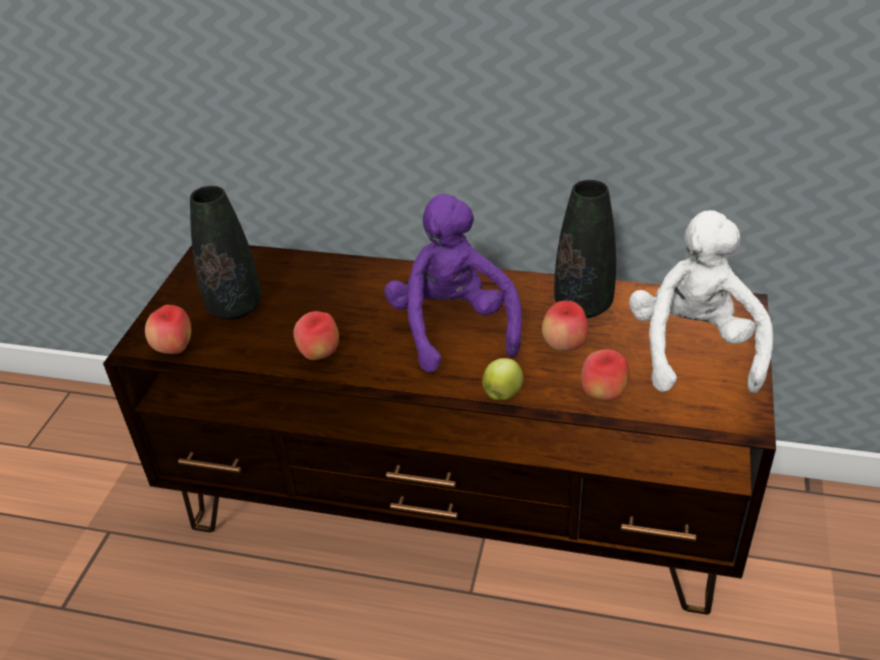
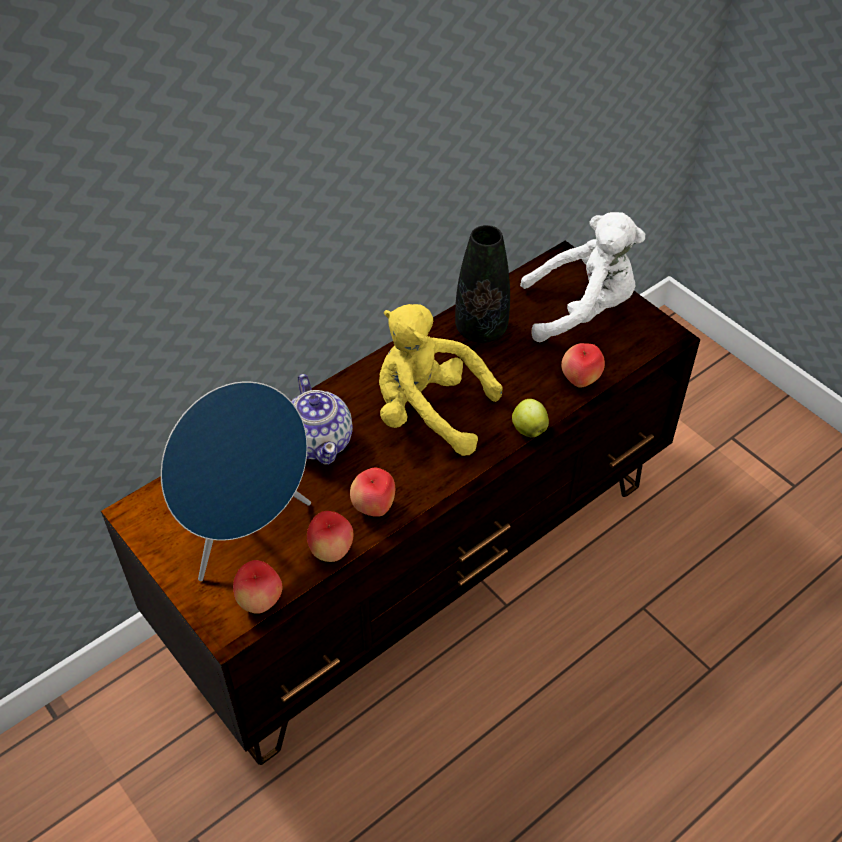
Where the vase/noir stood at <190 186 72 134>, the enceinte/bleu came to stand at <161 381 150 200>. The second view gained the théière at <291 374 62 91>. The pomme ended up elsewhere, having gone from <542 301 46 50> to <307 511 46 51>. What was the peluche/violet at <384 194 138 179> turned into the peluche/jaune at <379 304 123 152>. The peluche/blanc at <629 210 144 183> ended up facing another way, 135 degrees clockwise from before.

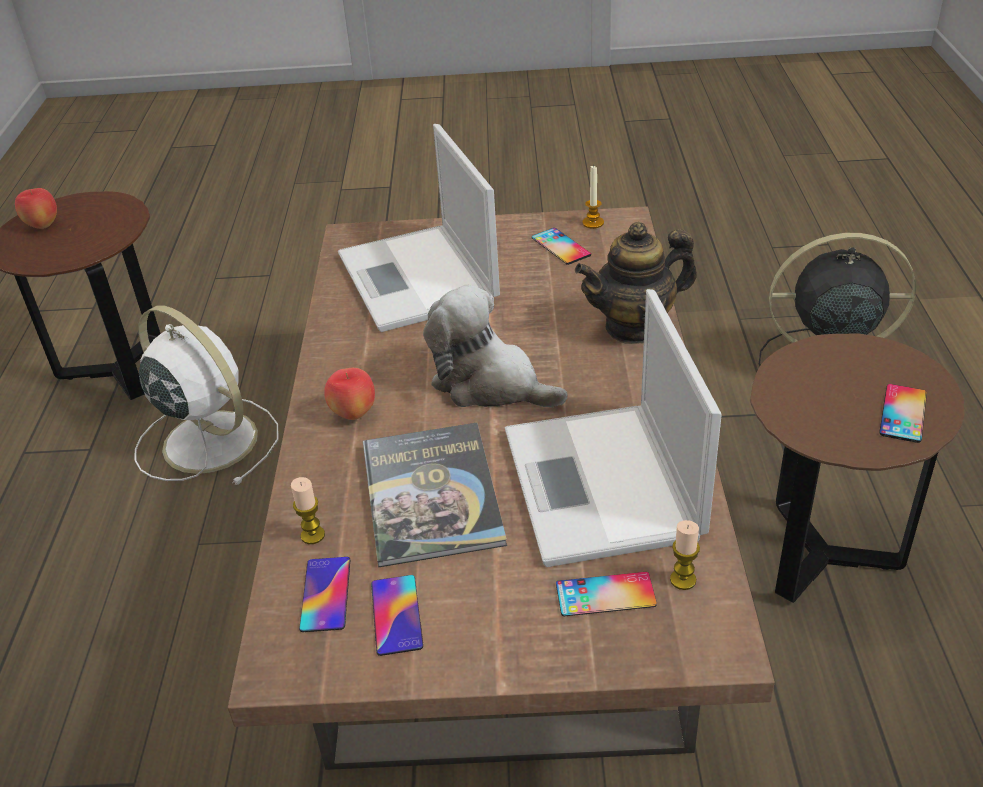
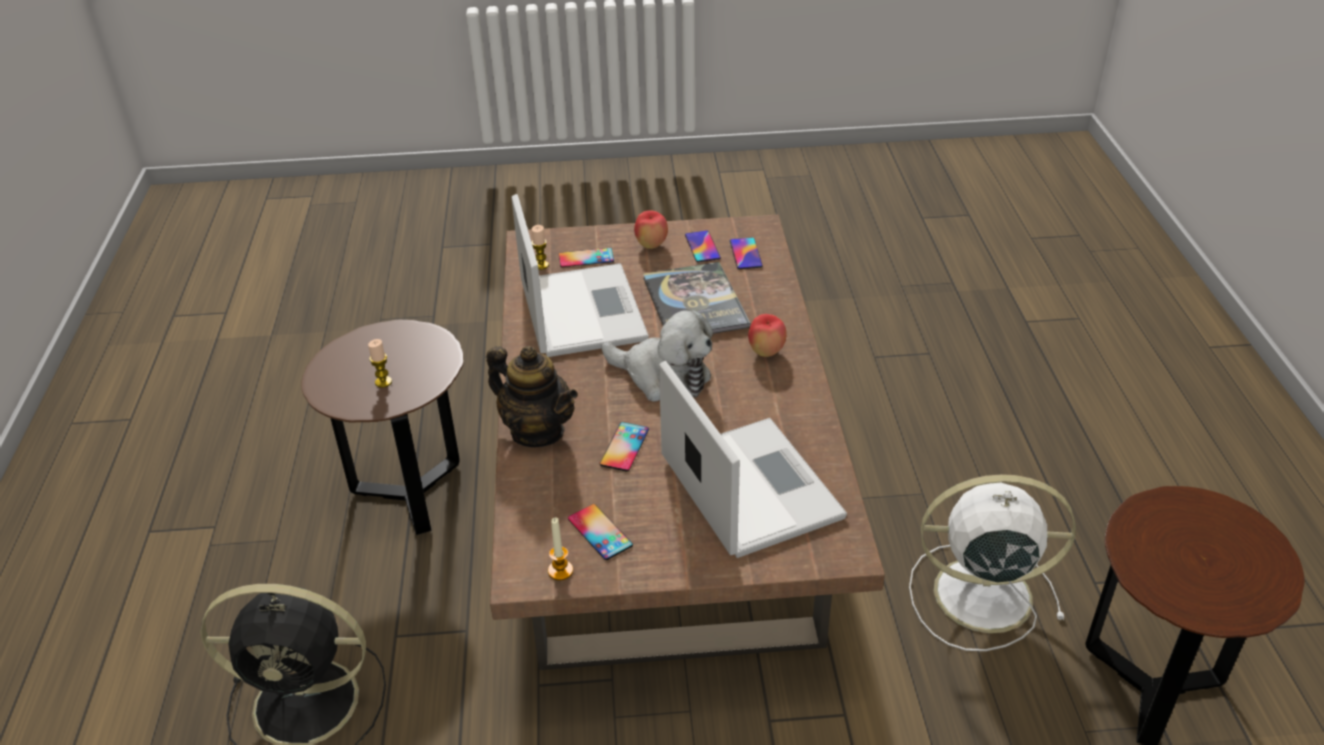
The bougie ended up elsewhere, having gone from <291 477 34 67> to <368 339 24 49>. The théière at <575 222 122 122> ended up facing another way, 60 degrees clockwise from before. The téléphone ended up elsewhere, having gone from <879 384 48 59> to <599 422 50 49>. The pomme ended up elsewhere, having gone from <15 188 42 41> to <634 210 34 39>. The ventilateur/blanc at <135 305 143 180> ended up facing another way, 150 degrees clockwise from before.

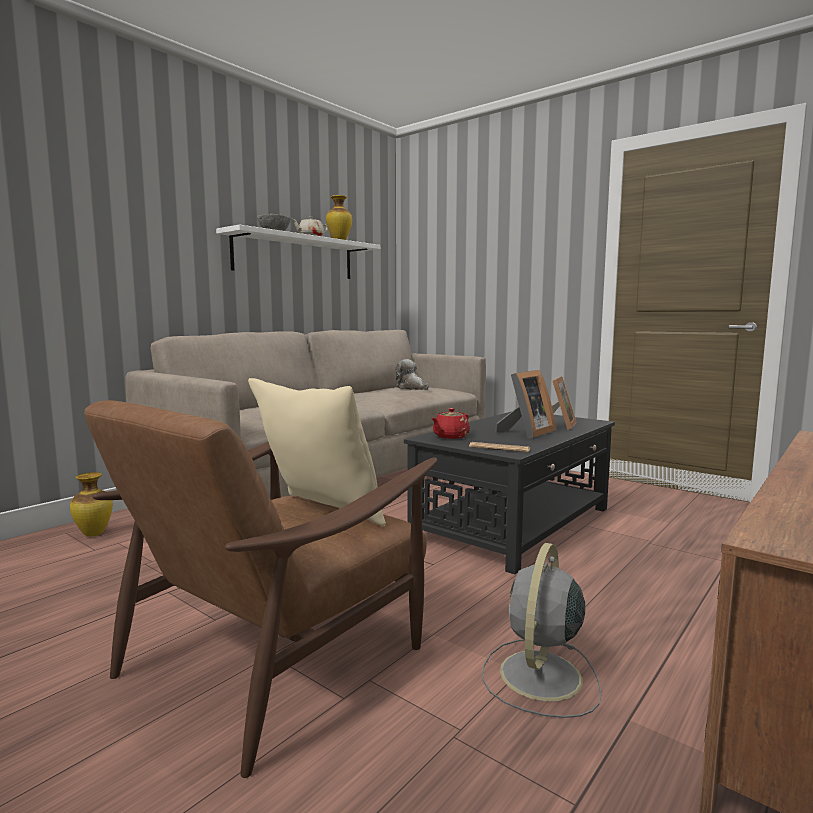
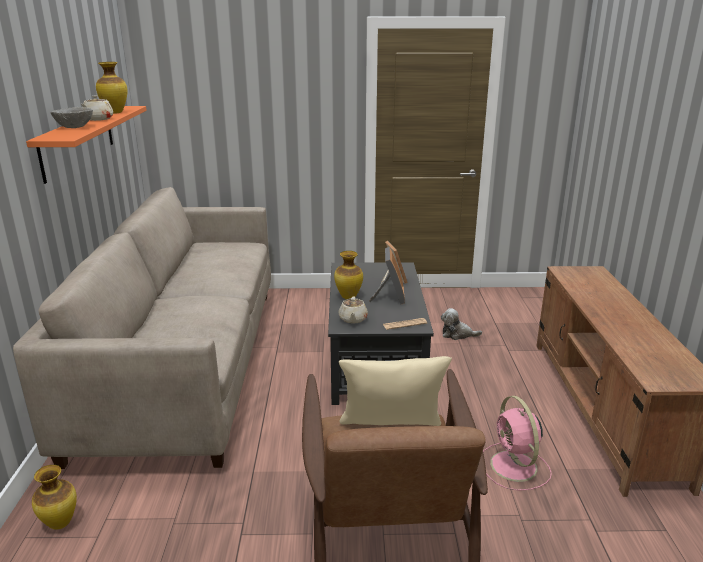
What was the étagère/blanc at <216 224 164 55> turned into the étagère/orange at <26 106 121 78>. The second view gained the vase at <334 251 29 48>. What was the théière/rouge at <431 408 39 31> turned into the théière/beige at <339 296 29 28>. The peluche ended up elsewhere, having gone from <395 359 34 31> to <441 308 41 32>. What was the ventilateur/gris at <482 543 120 175> turned into the ventilateur/rose at <483 396 69 95>.

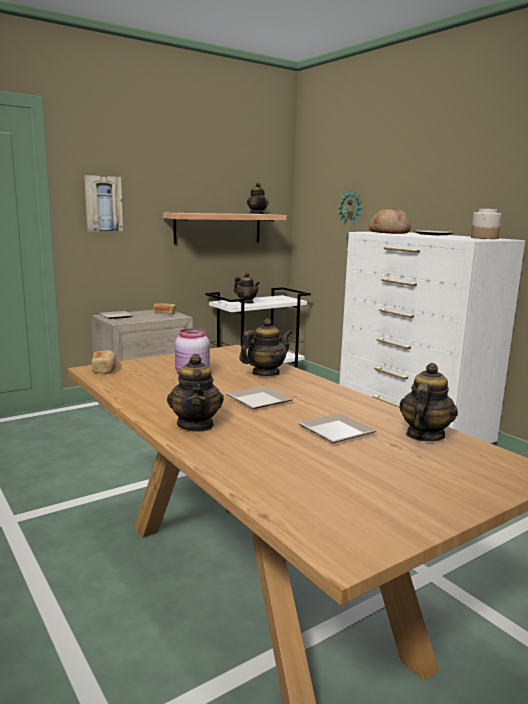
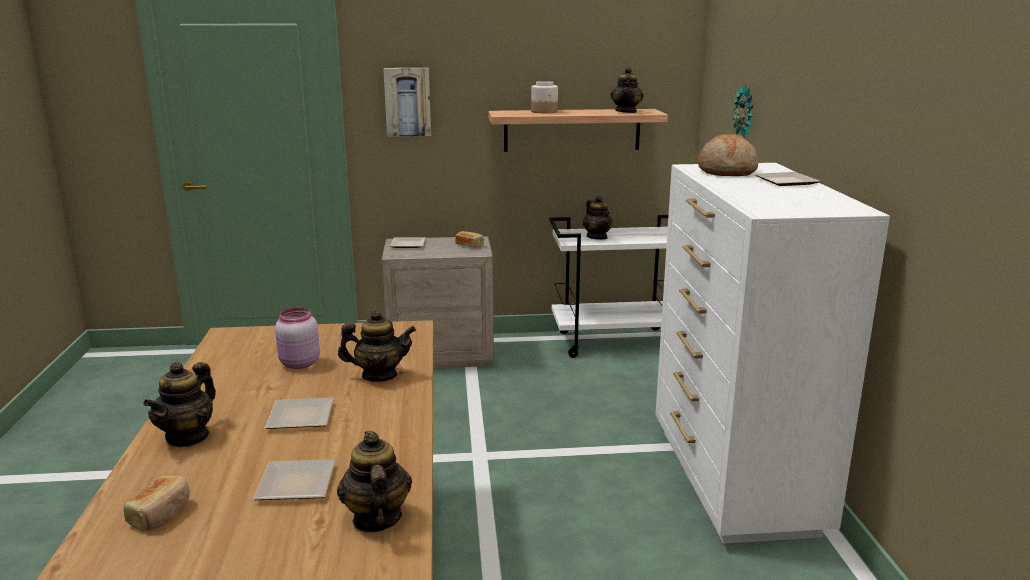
The pain ended up elsewhere, having gone from <91 350 25 24> to <123 476 67 55>. The théière at <399 363 59 78> ended up facing another way, 75 degrees counterclockwise from before. The bocal ended up elsewhere, having gone from <471 209 31 30> to <531 81 27 32>.

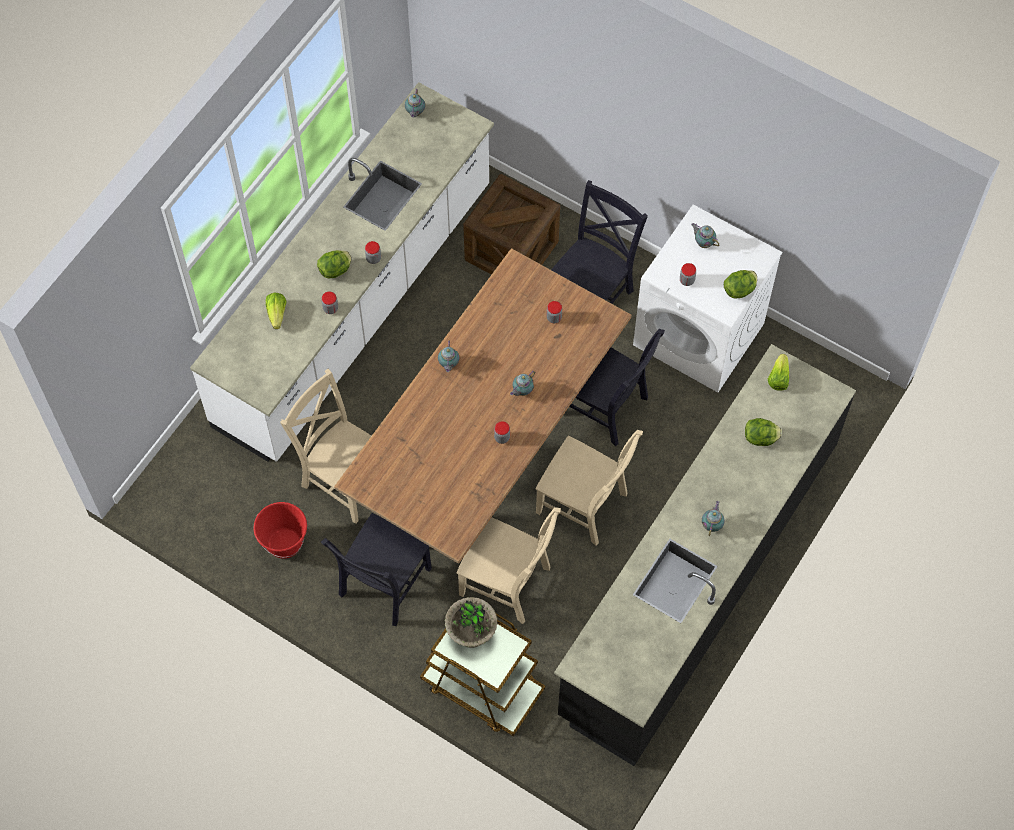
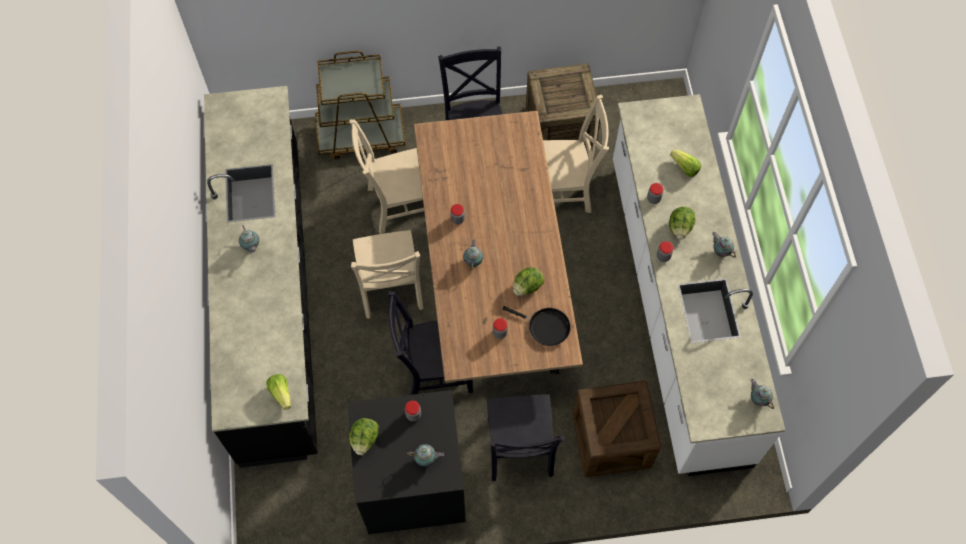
What was the lave-linge/blanc at <633 205 149 187> turned into the lave-linge/noir at <347 390 119 144>. The chaise/beige at <535 430 108 116> ended up facing another way, 90 degrees counterclockwise from before. The second view gained the poêle/noir at <503 306 68 40>. The laitue ended up elsewhere, having gone from <745 418 37 28> to <513 267 31 29>. Where the seau/rouge stood at <253 502 54 57>, the caisse came to stand at <526 63 74 87>. The théière ended up elsewhere, having gone from <438 341 21 31> to <712 232 24 26>. The second view lost the plante en pot at <445 597 52 51>.

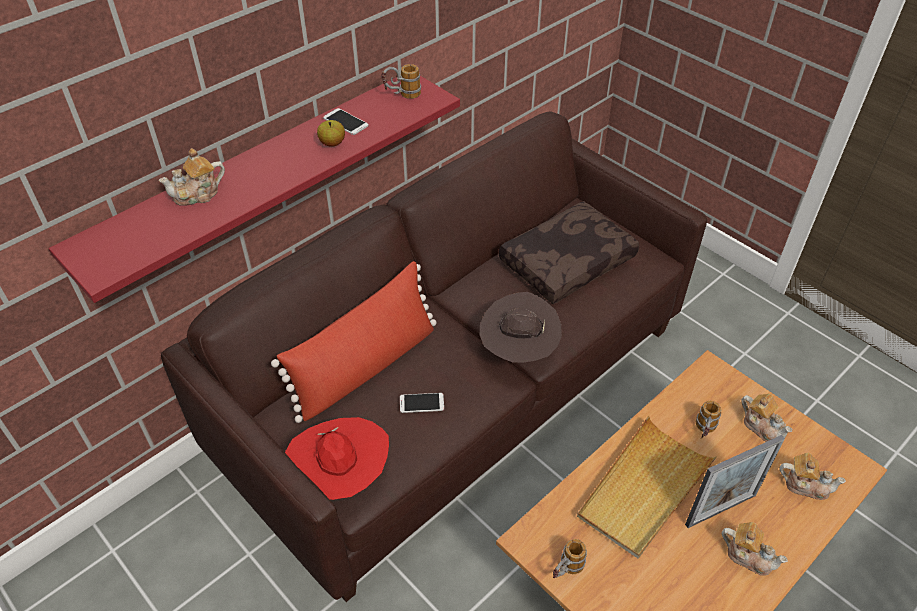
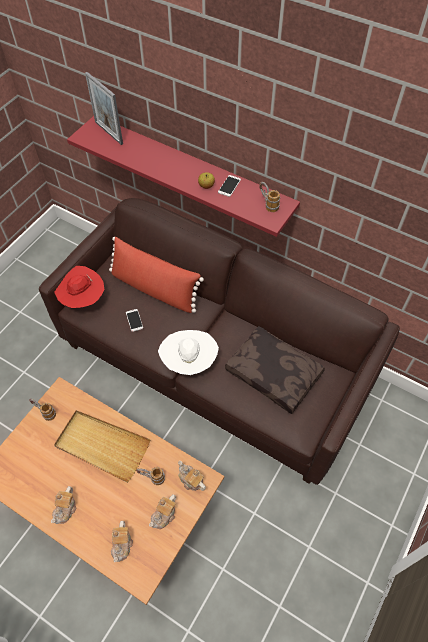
The cadre photo ended up elsewhere, having gone from <685 435 100 93> to <85 72 38 73>. What was the chapeau/marron at <480 292 82 71> turned into the chapeau/blanc at <158 330 61 45>. The théière ended up elsewhere, having gone from <158 148 67 58> to <178 461 28 30>.

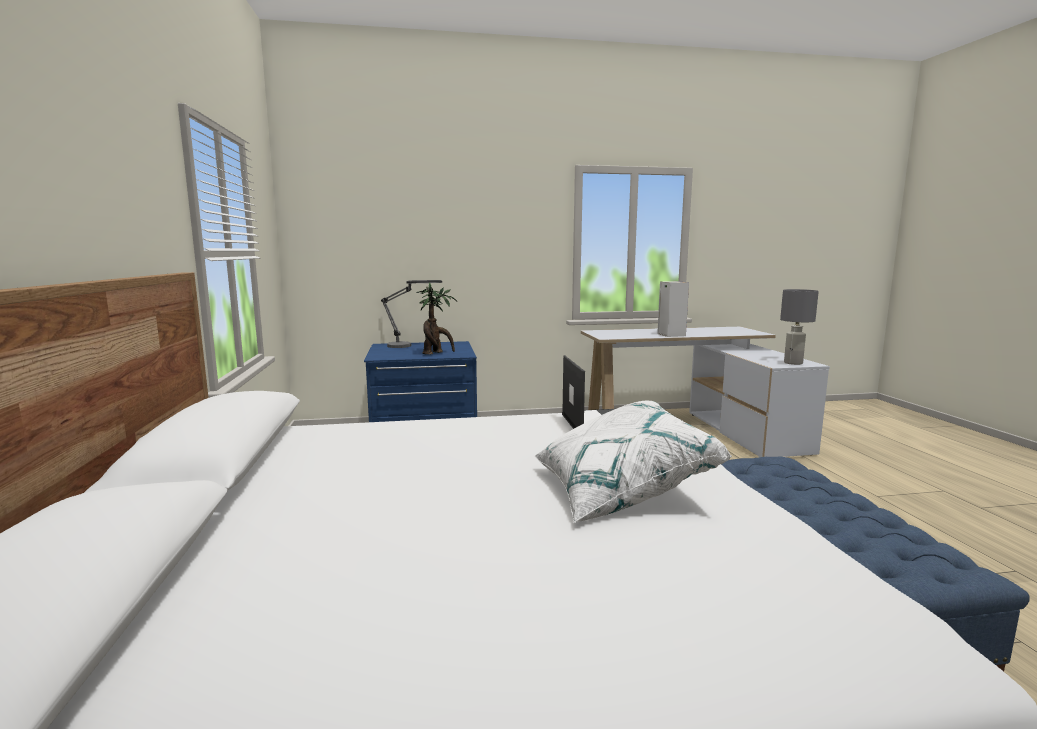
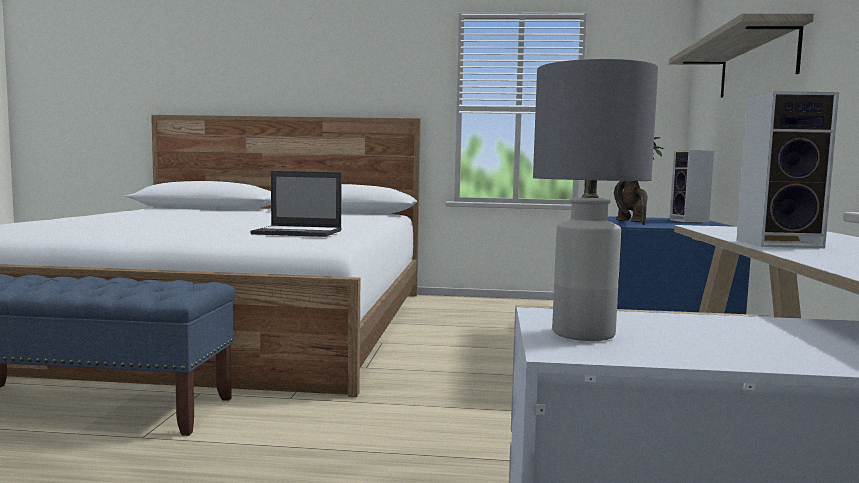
The second view gained the étagère at <669 13 145 85>. Where the lampe de table stood at <381 280 61 68>, the enceinte came to stand at <669 150 45 73>. The second view lost the coussin/blanc at <534 400 198 123>.

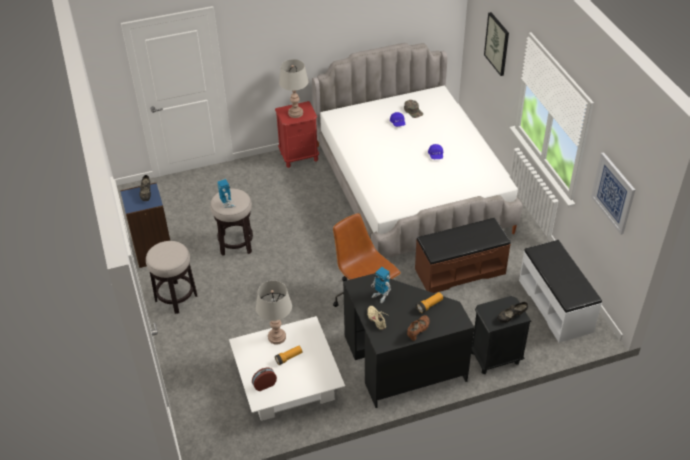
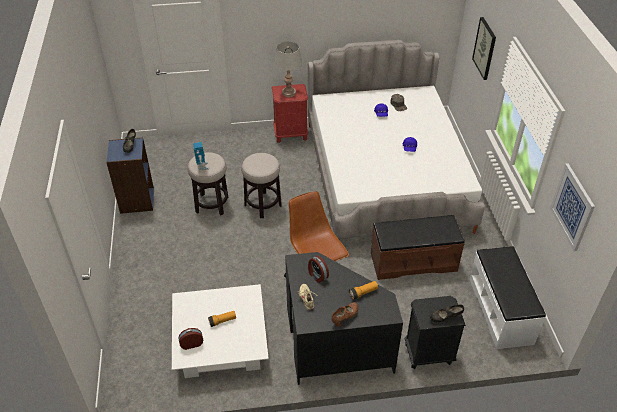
The tabouret ended up elsewhere, having gone from <146 241 51 73> to <241 153 41 65>. Where the robot jouet stood at <371 267 20 36>, the réveil came to stand at <308 256 21 27>. The second view lost the lampe de table/gris at <256 281 36 64>.

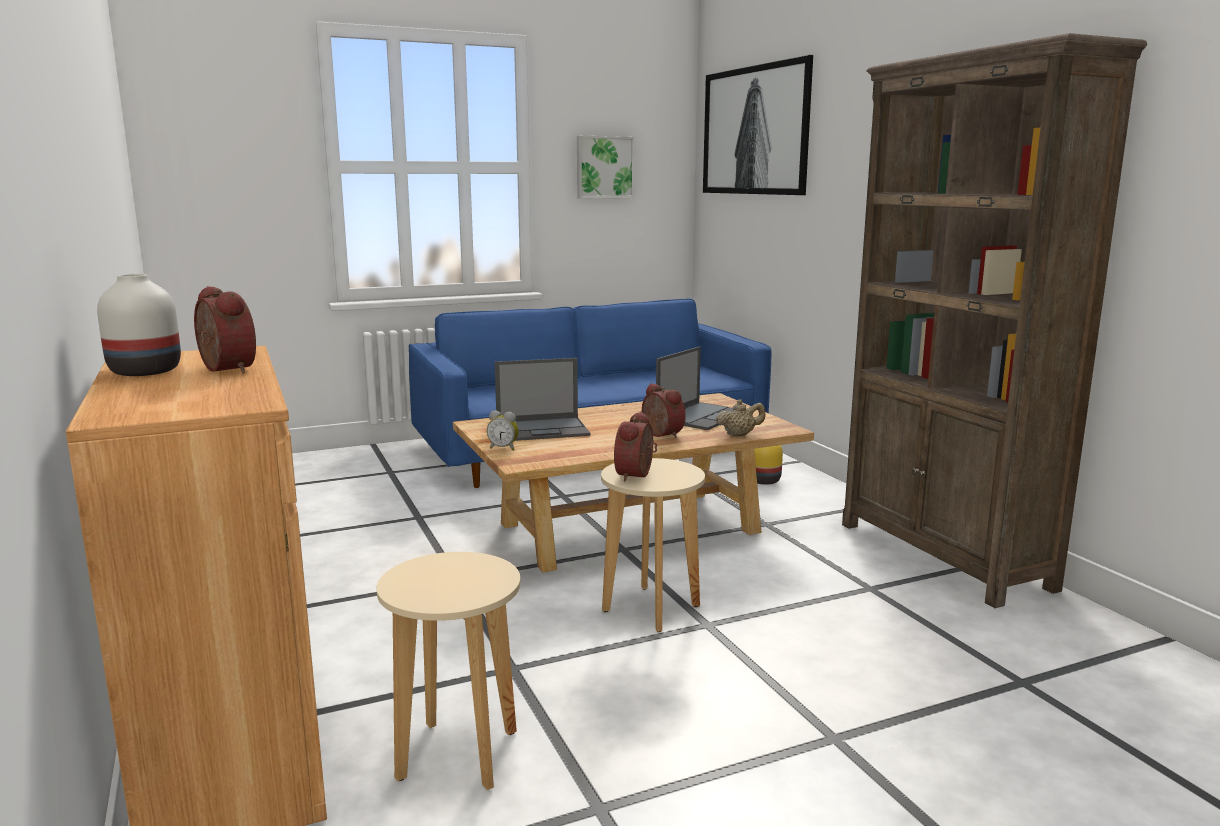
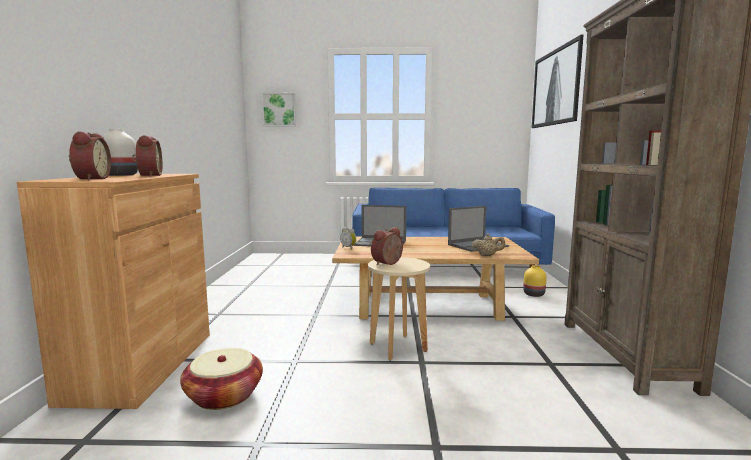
The réveil ended up elsewhere, having gone from <642 383 44 56> to <69 131 42 49>. Where the tabouret/beige stood at <377 552 143 238>, the panier came to stand at <180 348 83 62>. The tableau ended up elsewhere, having gone from <577 136 58 62> to <262 93 34 34>.

